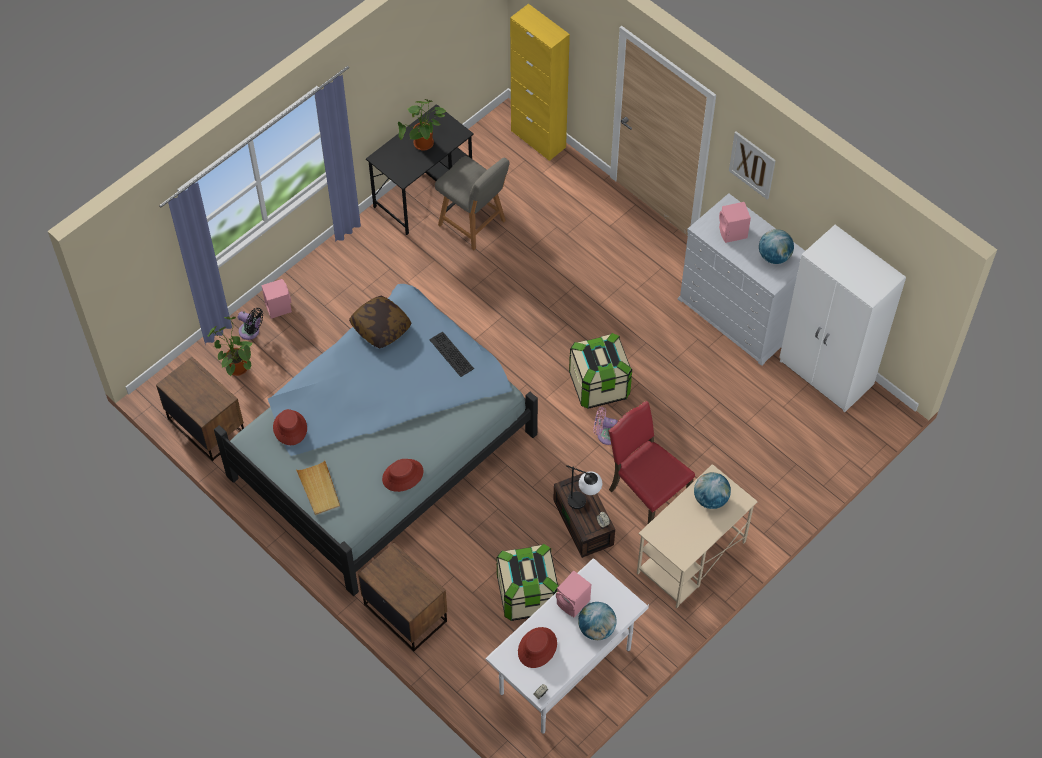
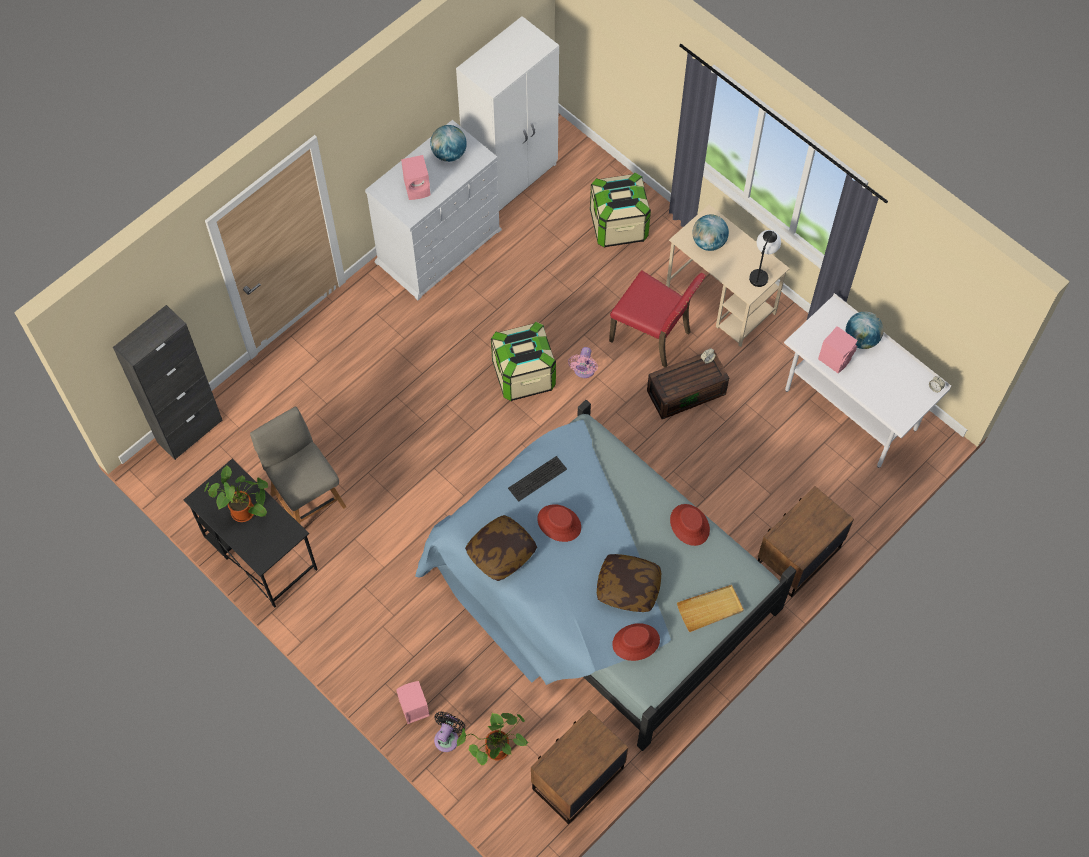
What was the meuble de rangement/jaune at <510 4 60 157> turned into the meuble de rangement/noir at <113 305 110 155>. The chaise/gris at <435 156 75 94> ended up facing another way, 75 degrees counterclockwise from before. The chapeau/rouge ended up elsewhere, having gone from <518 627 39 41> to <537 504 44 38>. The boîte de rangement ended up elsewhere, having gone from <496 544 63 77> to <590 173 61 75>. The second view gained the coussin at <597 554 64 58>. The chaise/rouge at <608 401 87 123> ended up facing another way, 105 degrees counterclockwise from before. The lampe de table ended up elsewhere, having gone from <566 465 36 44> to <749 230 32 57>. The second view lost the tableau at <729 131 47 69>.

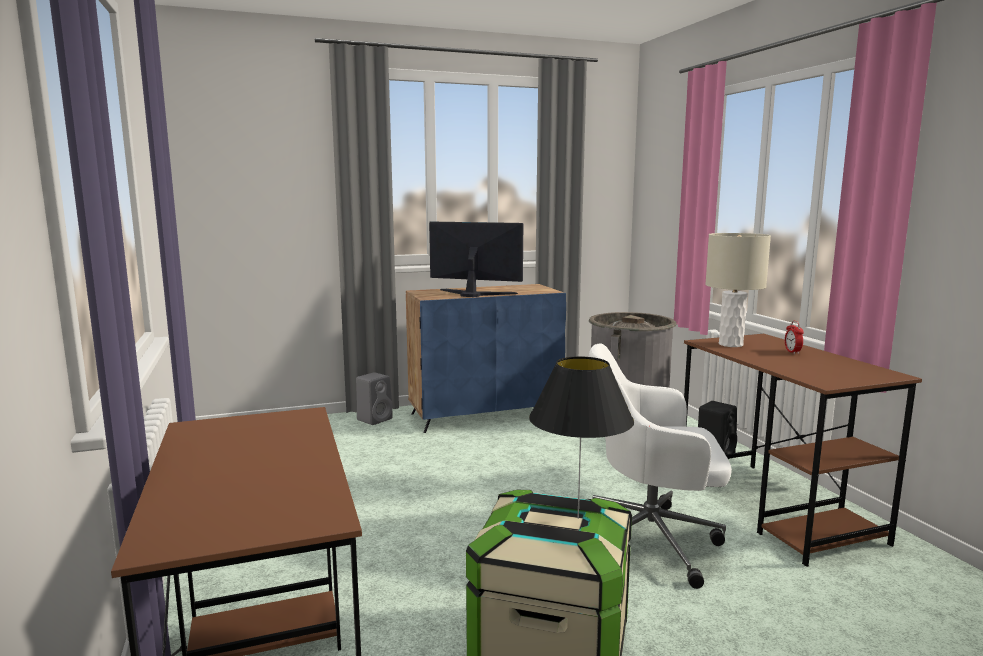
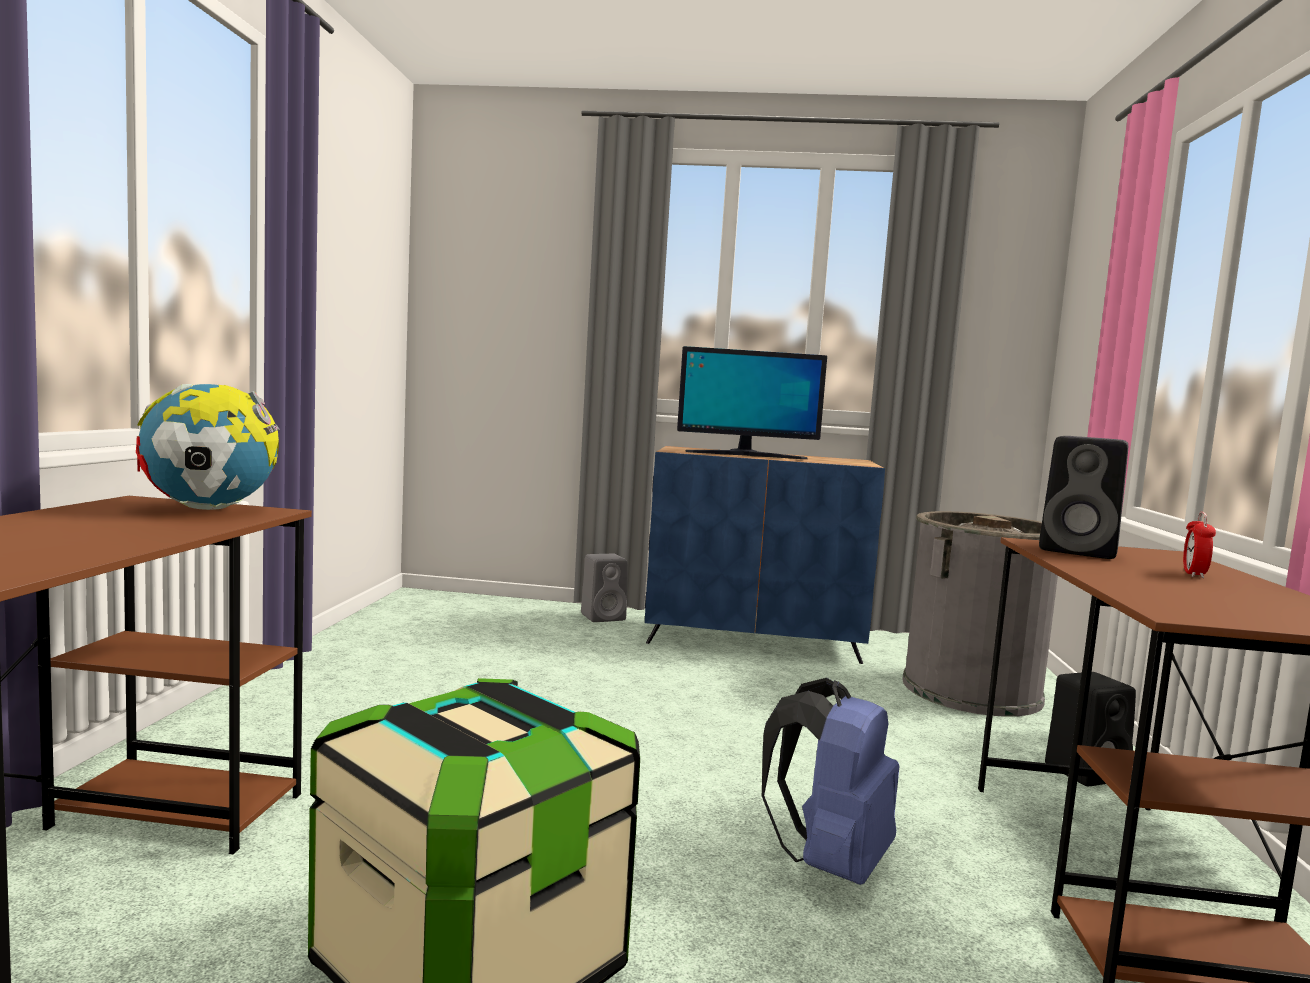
The second view gained the globe at <136 384 144 126>. The écran d'ordinateur at <429 222 94 75> ended up facing another way, 135 degrees clockwise from before. Where the chaise de bureau/blanc stood at <586 344 146 245>, the sac à dos/bleu came to stand at <762 678 137 207>. Where the lampe de table/beige stood at <705 233 66 114>, the enceinte/noir came to stand at <1039 436 89 123>. The second view lost the lampe de table/noir at <529 356 105 163>.

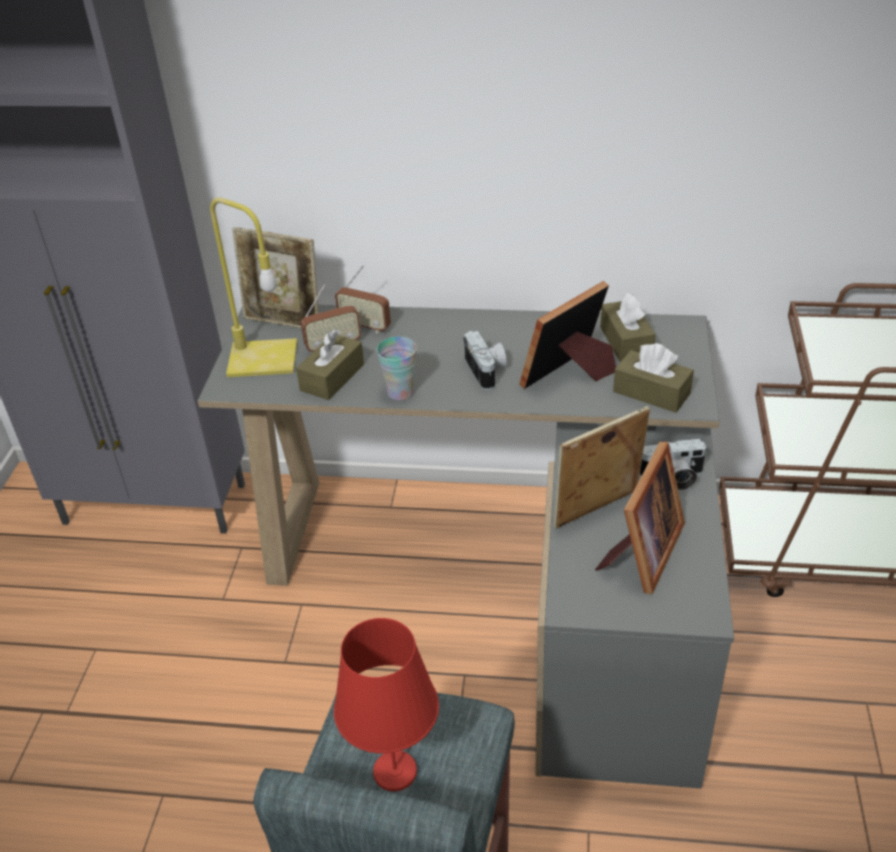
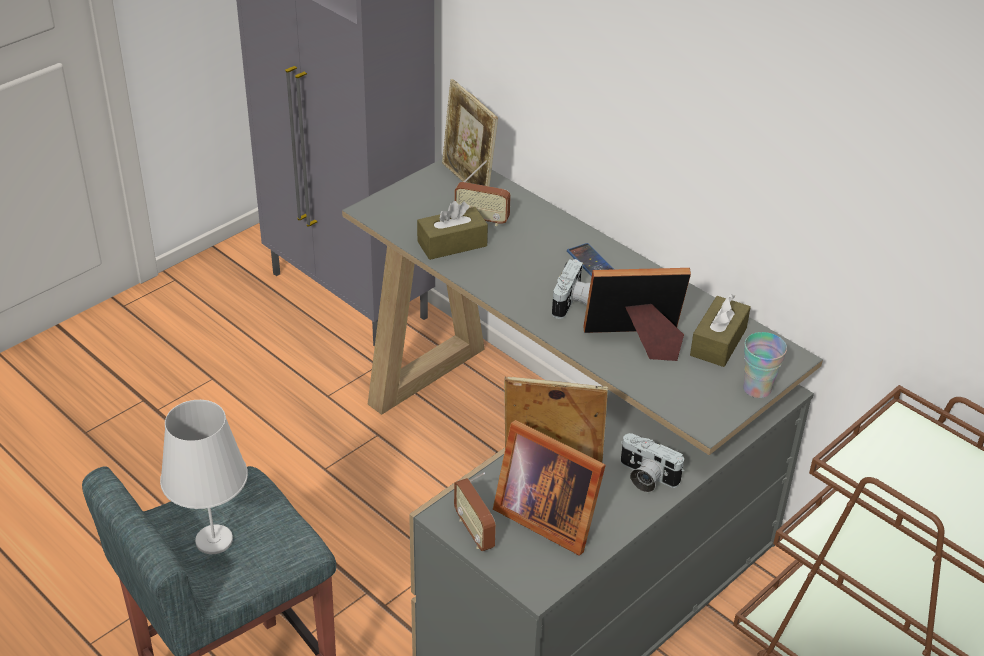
What was the lampe de table/rouge at <334 618 105 173> turned into the lampe de table/blanc at <160 400 88 154>. The radio ended up elsewhere, having gone from <335 265 56 69> to <454 473 42 78>. The cadre photo at <595 441 90 153> ended up facing another way, 60 degrees clockwise from before. The second view gained the téléphone at <567 243 47 34>. The tasse ended up elsewhere, having gone from <377 337 40 64> to <743 332 44 66>. The second view lost the lampe de table/jaune at <210 198 87 179>. The second view lost the boîte à mouchoirs/marron at <613 343 81 70>.

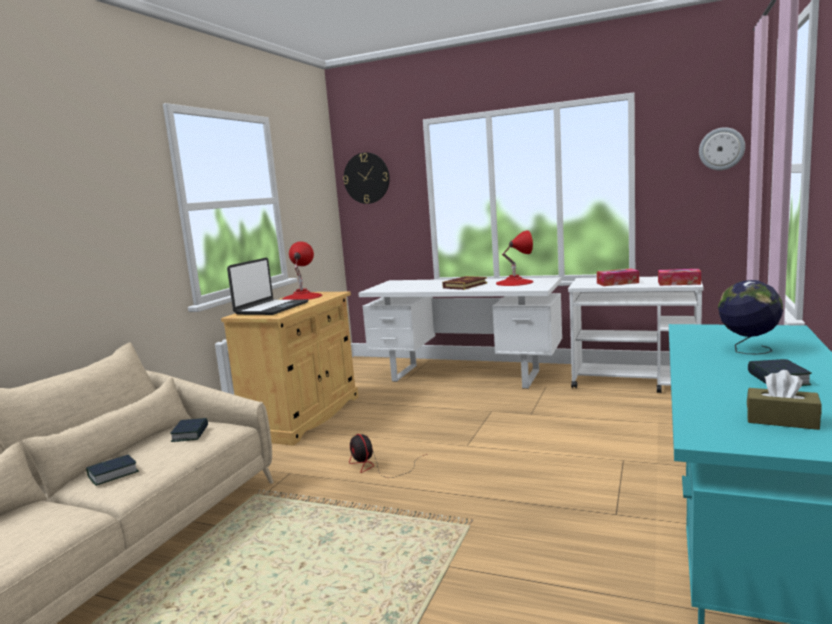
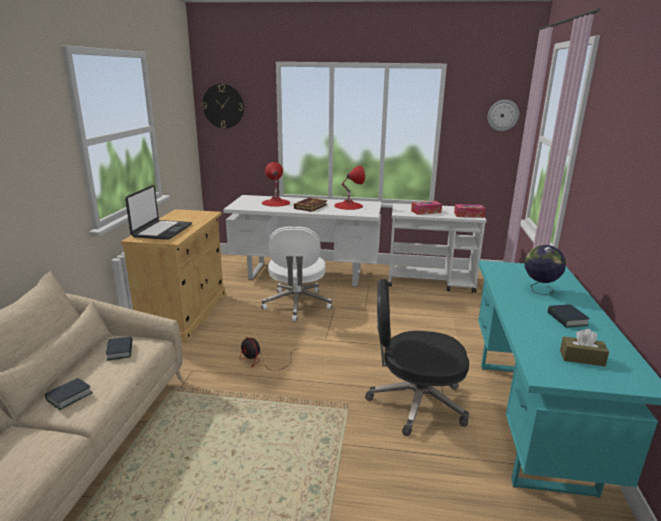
The second view gained the chaise de bureau/blanc at <261 226 72 95>. The lampe de table/rouge ended up elsewhere, having gone from <283 241 39 59> to <262 162 28 45>. The second view gained the chaise de bureau/noir at <365 279 104 157>.

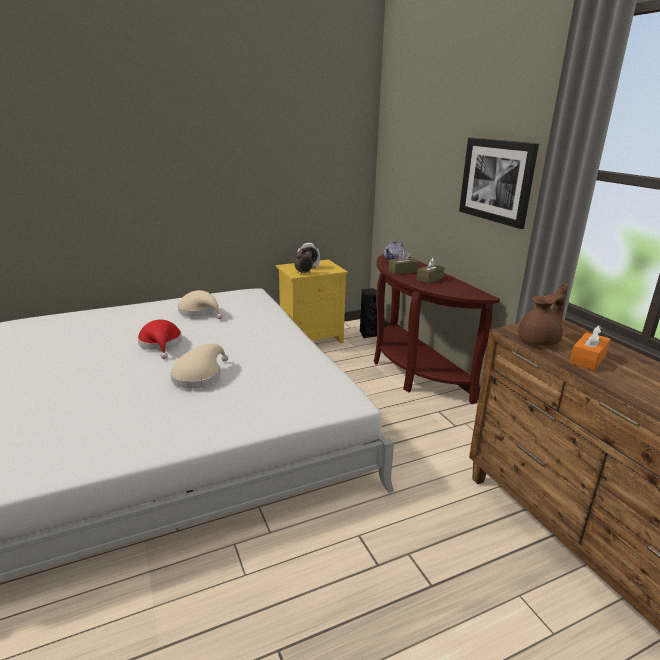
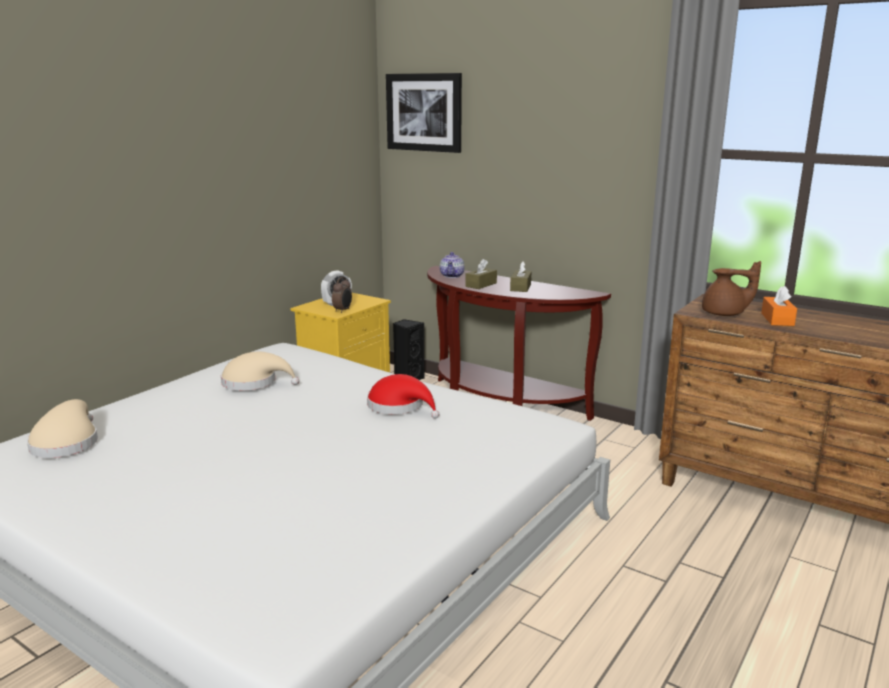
The chapeau/beige ended up elsewhere, having gone from <170 344 58 44> to <27 399 71 59>. The chapeau/rouge ended up elsewhere, having gone from <137 320 45 39> to <367 374 72 45>. The tableau ended up elsewhere, having gone from <459 138 80 91> to <386 73 76 80>. The théière/marron at <518 283 50 63> ended up facing another way, 75 degrees clockwise from before.

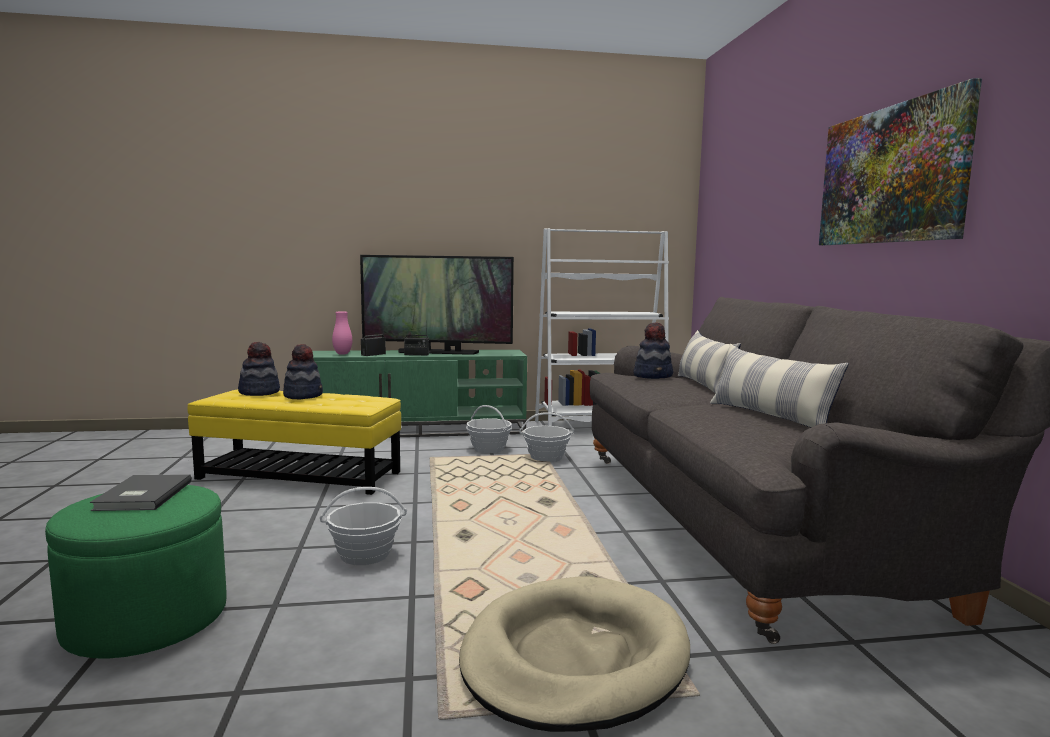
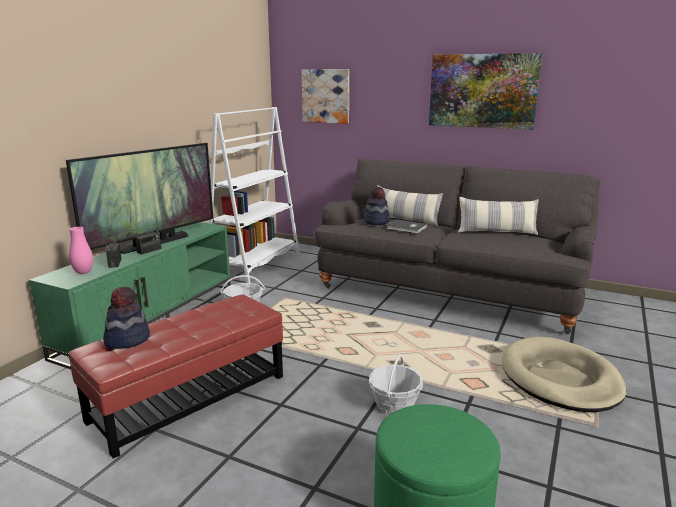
What was the pouf/jaune at <187 389 214 106> turned into the pouf/rouge at <68 294 215 164>. The second view gained the tableau at <302 69 47 55>. The livre/gris ended up elsewhere, having gone from <90 474 102 37> to <386 219 42 14>. The second view lost the chapeau at <283 344 40 55>. The second view lost the panier at <519 412 55 50>.

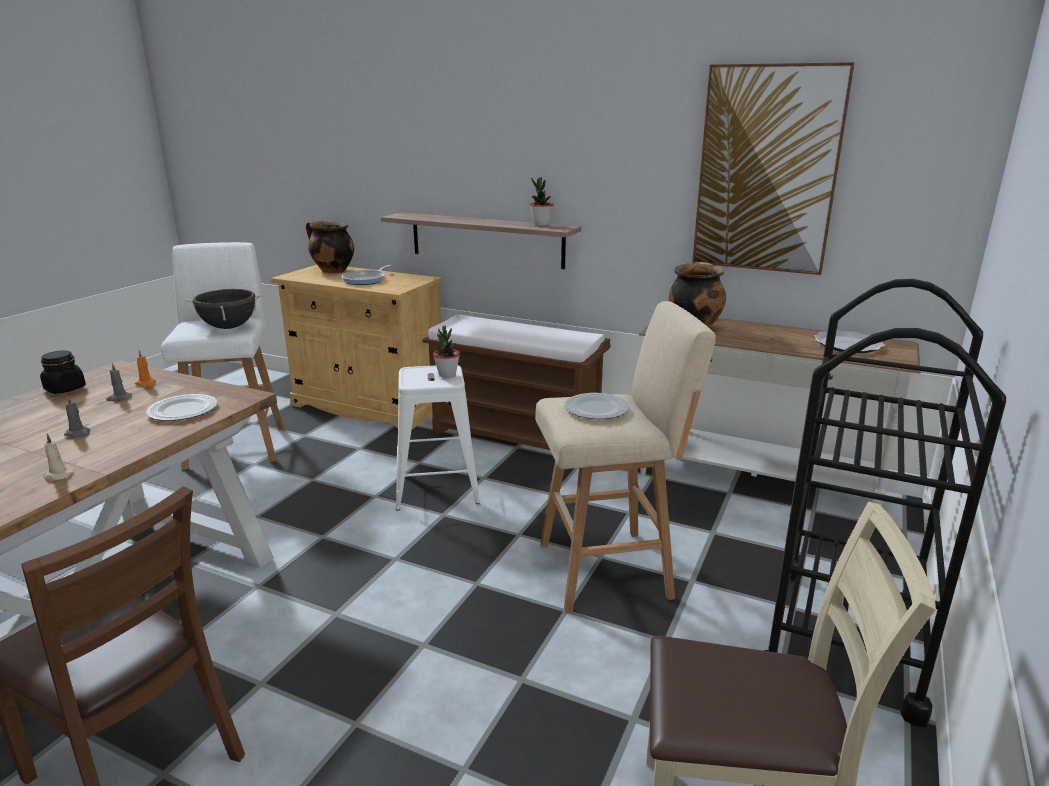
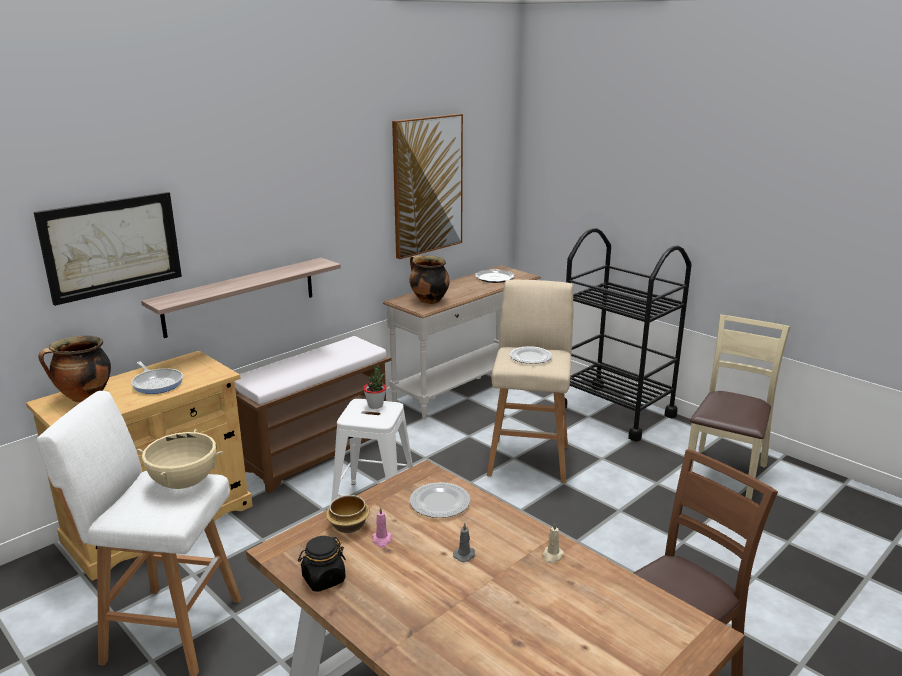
The second view gained the tableau at <34 192 148 114>. What was the marmite/noir at <185 289 77 40> turned into the marmite/beige at <136 429 87 60>. Where the bougie/orange stood at <135 350 21 37>, the bol came to stand at <326 495 44 38>. What was the bougie/gris at <106 363 26 38> turned into the bougie/rose at <372 507 20 41>. The second view lost the plante en pot at <530 177 24 49>.

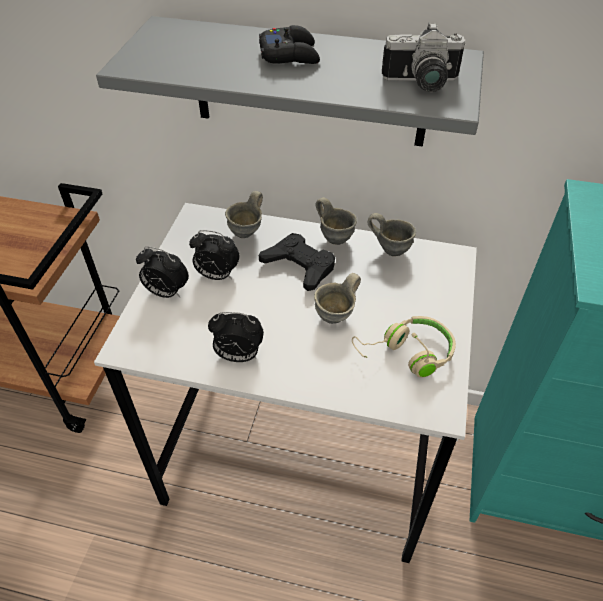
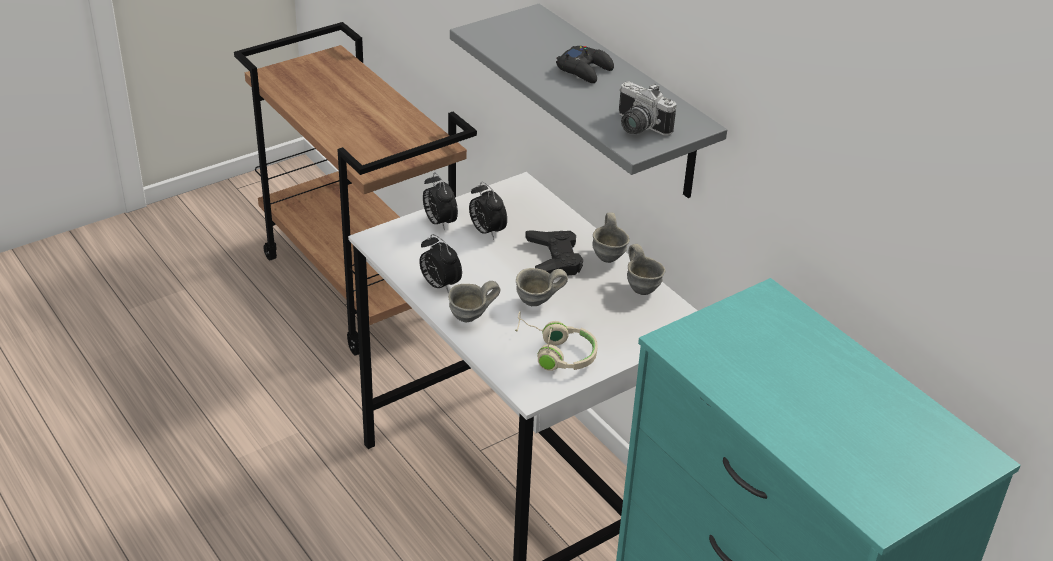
The mug/gris ended up elsewhere, having gone from <225 191 38 47> to <448 281 52 42>.

